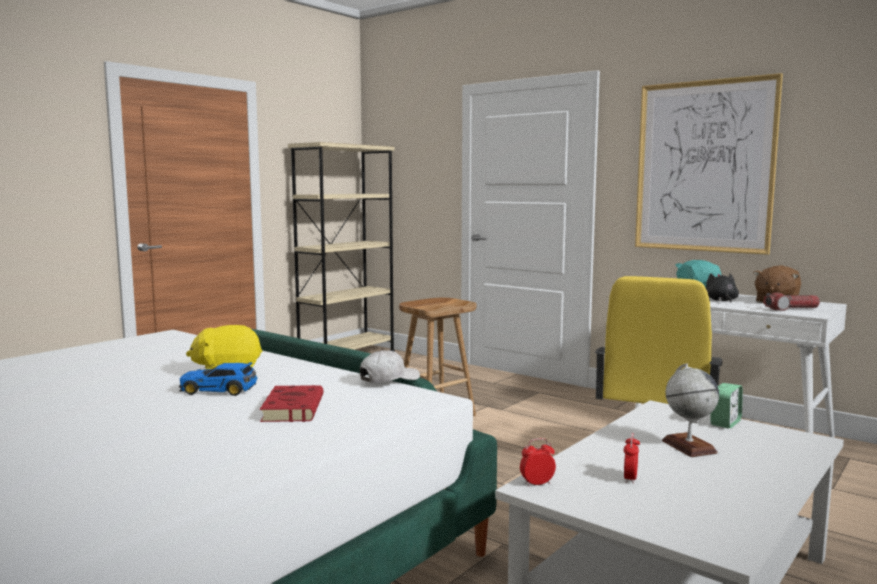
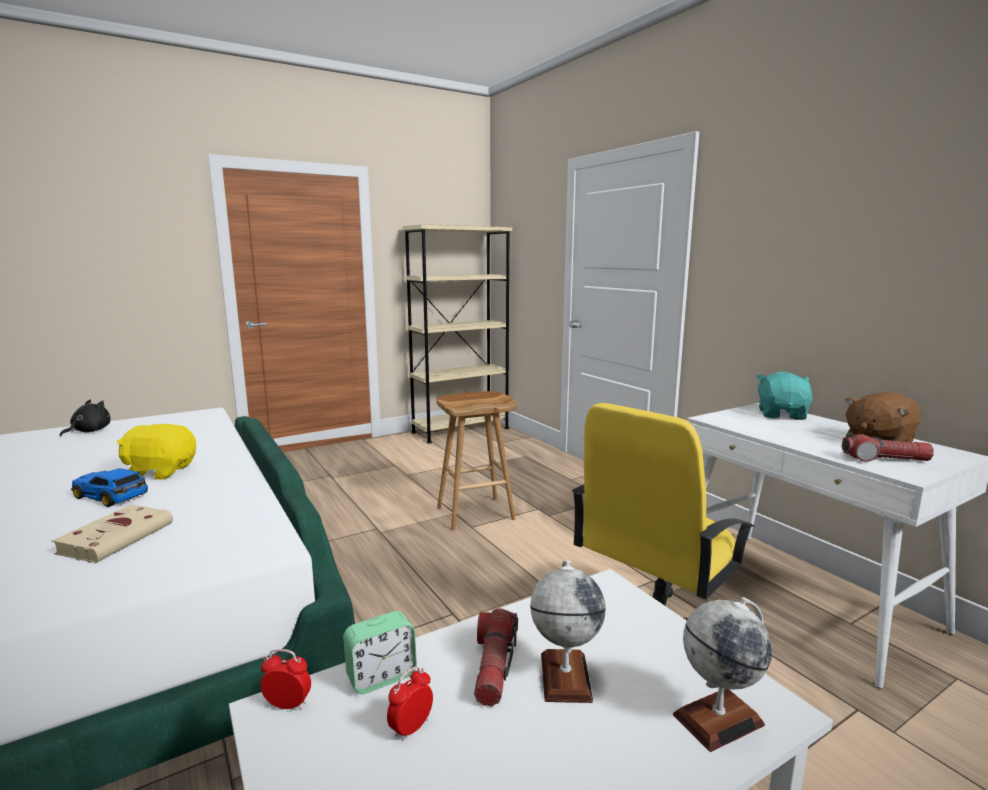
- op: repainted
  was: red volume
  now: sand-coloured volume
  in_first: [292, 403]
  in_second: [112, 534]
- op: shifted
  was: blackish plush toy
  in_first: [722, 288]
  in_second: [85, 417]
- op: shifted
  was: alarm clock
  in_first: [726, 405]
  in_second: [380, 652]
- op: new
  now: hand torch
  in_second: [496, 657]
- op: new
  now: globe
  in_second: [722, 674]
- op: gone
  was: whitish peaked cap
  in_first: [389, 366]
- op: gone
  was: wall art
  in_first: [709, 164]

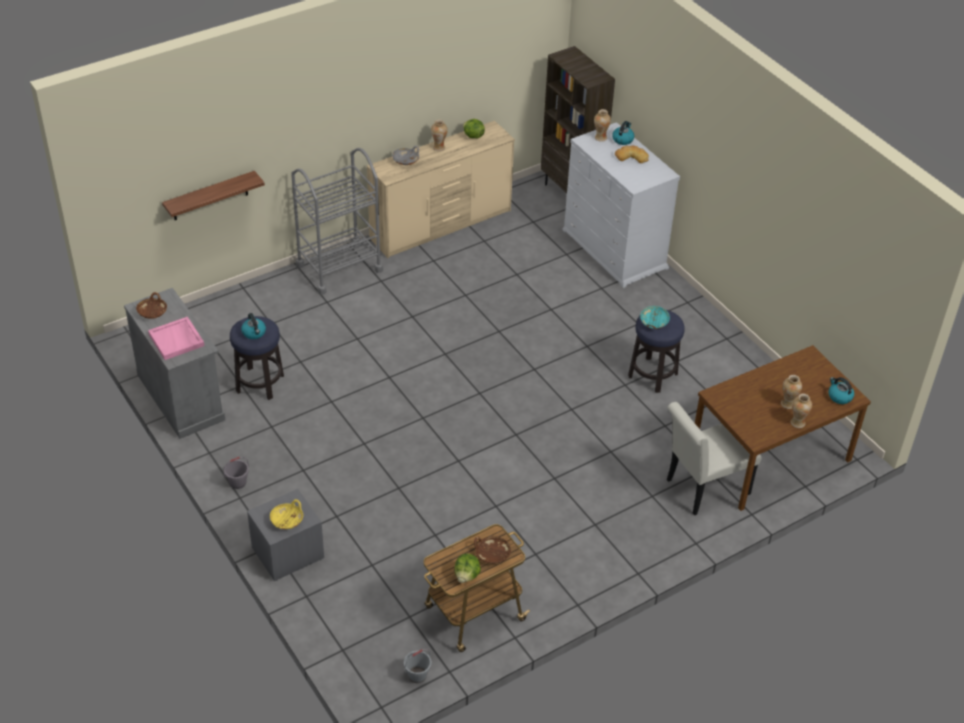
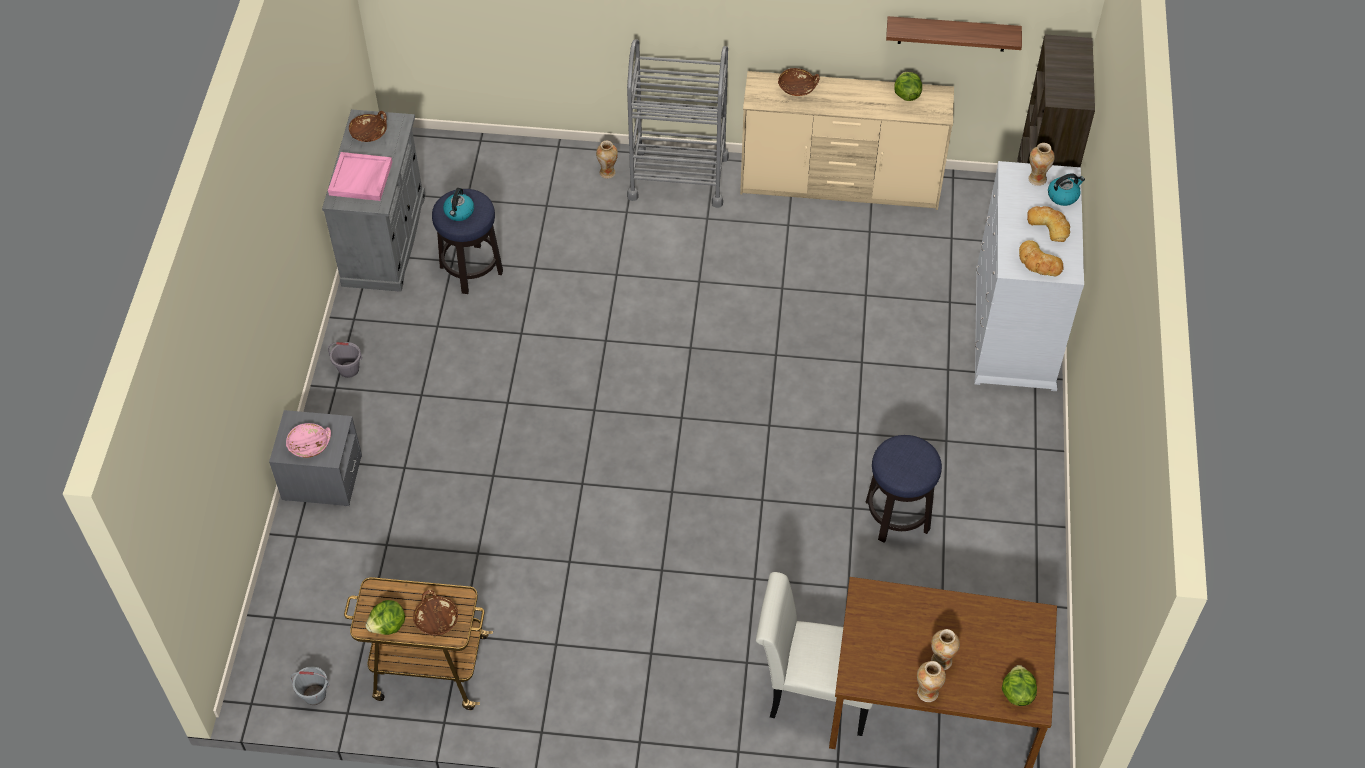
- op: repainted
  was: yellow-coloured bowl
  now: pink bowl
  in_first: [286, 514]
  in_second: [308, 440]
- op: shifted
  was: decorative vase
  in_first: [439, 135]
  in_second: [607, 160]
- op: repainted
  was: grey bowl
  now: brown-coloured bowl
  in_first: [405, 155]
  in_second: [799, 82]
- op: shifted
  was: bracket shelf
  in_first: [213, 195]
  in_second: [954, 34]
- op: swapped
  was: water kettle
  now: head of lettuce
  in_first: [841, 390]
  in_second: [1019, 685]
- op: new
  now: bakery bread
  in_second: [1041, 258]
- op: gone
  was: turquoise bowl
  in_first: [655, 317]

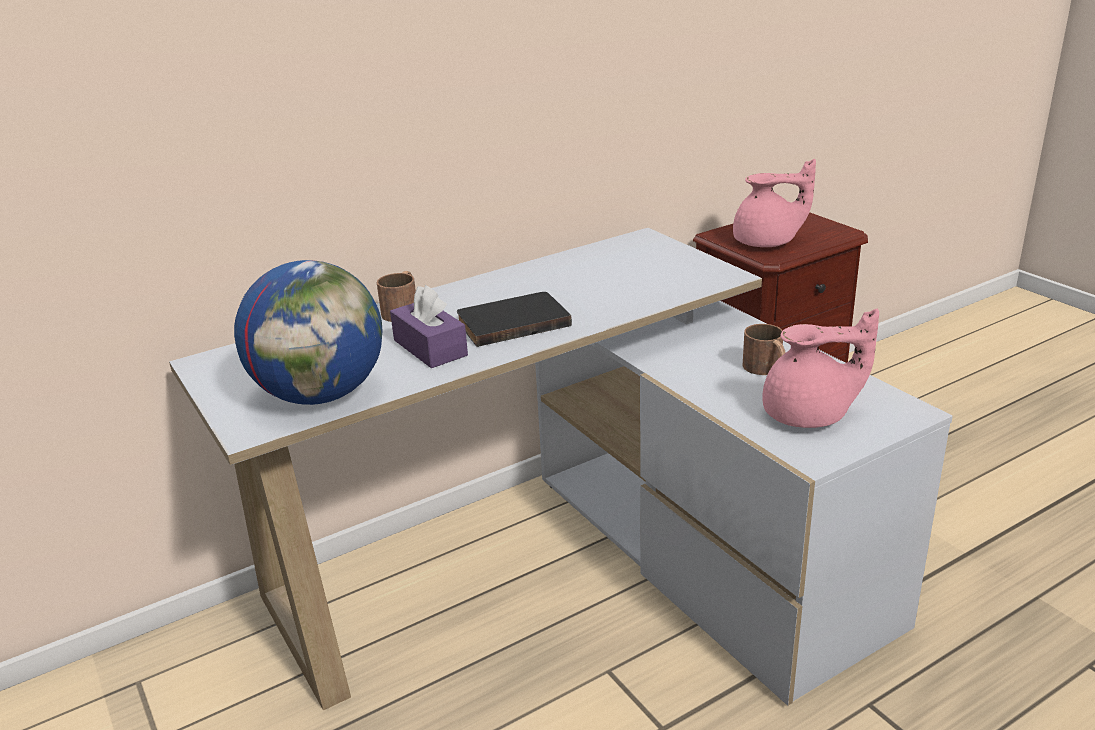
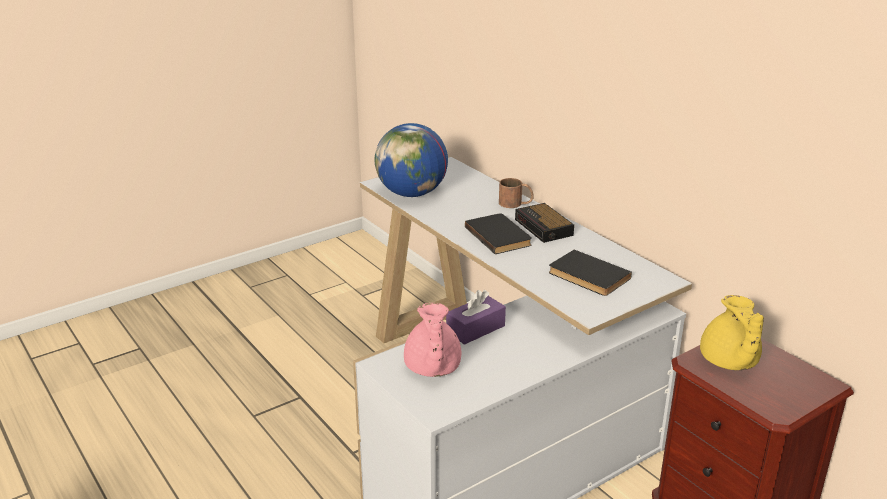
- op: shifted
  was: purple-coloured box of tissues
  in_first: [429, 326]
  in_second: [476, 317]
- op: new
  now: alarm clock
  in_second: [544, 223]
- op: new
  now: blackish volume
  in_second: [590, 273]
- op: repainted
  was: pink pot for tea
  now: yellow-coloured pot for tea
  in_first: [774, 203]
  in_second: [732, 332]
- op: gone
  was: brown-coloured coffee mug
  in_first: [764, 349]

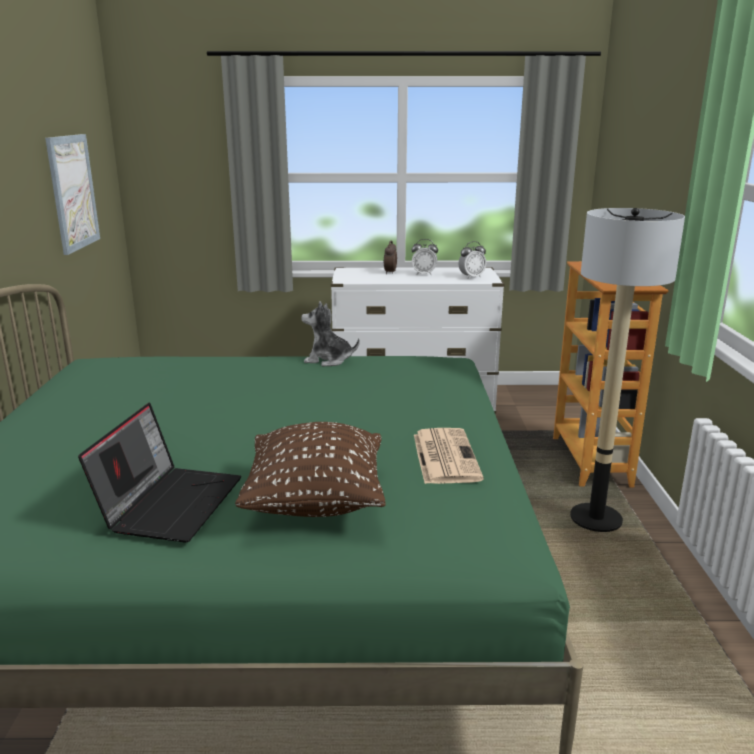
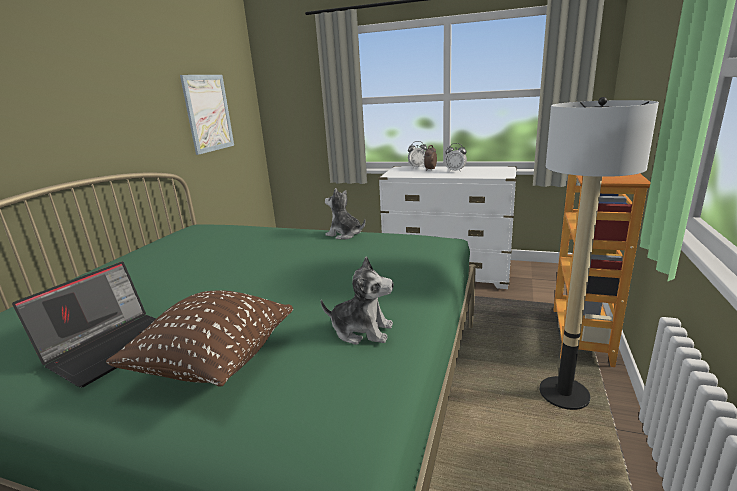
- op: swapped
  was: newspaper
  now: plush toy
  in_first: [449, 456]
  in_second: [357, 300]
- op: shifted
  was: alarm clock
  in_first: [472, 260]
  in_second: [417, 154]

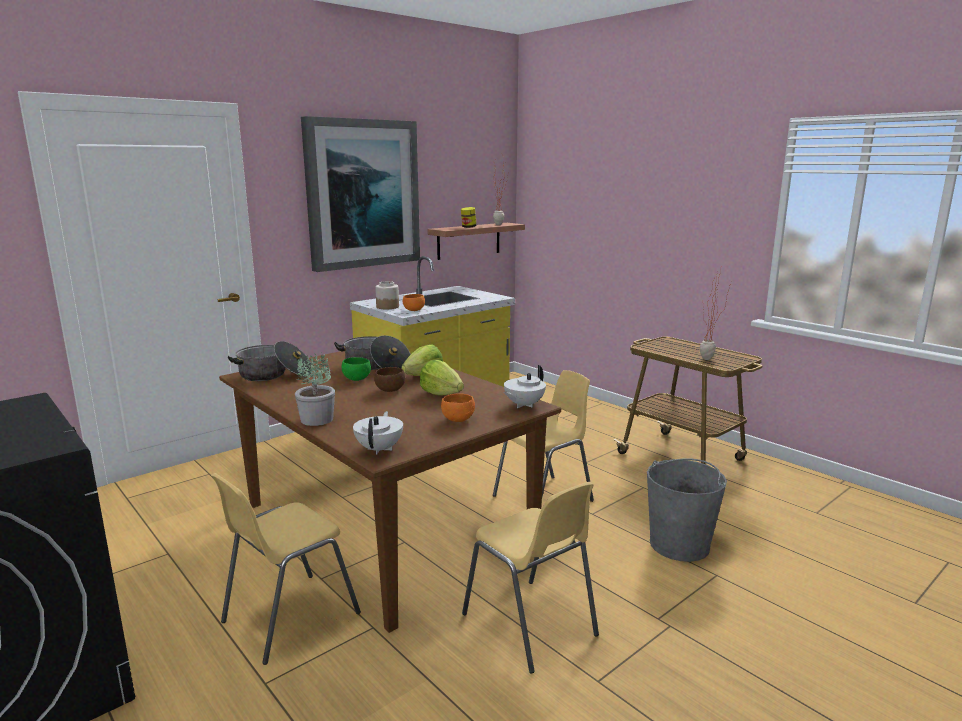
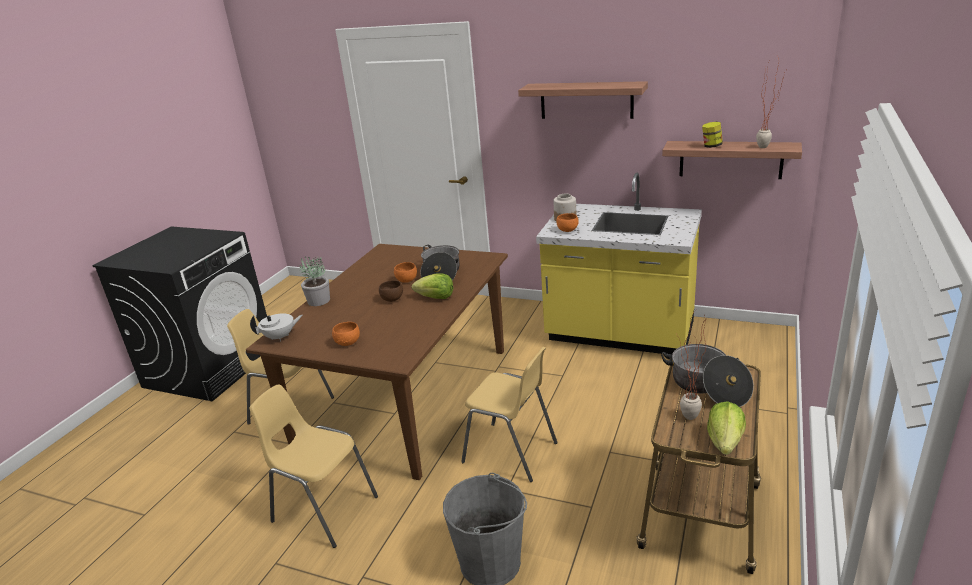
- op: rotated
  was: yellow-coloured upright chair
  in_first: [530, 578]
  in_second: [314, 466]
  clockwise: 90
- op: repainted
  was: greenish bowl
  now: orange-coloured bowl
  in_first: [356, 369]
  in_second: [405, 272]
- op: swapped
  was: wall art
  now: bracket shelf
  in_first: [360, 194]
  in_second: [583, 100]
- op: shifted
  was: cooking pot
  in_first: [270, 361]
  in_second: [707, 375]
- op: shifted
  was: head of lettuce
  in_first: [442, 378]
  in_second: [726, 428]
- op: gone
  was: whitish pot for tea
  in_first: [524, 386]

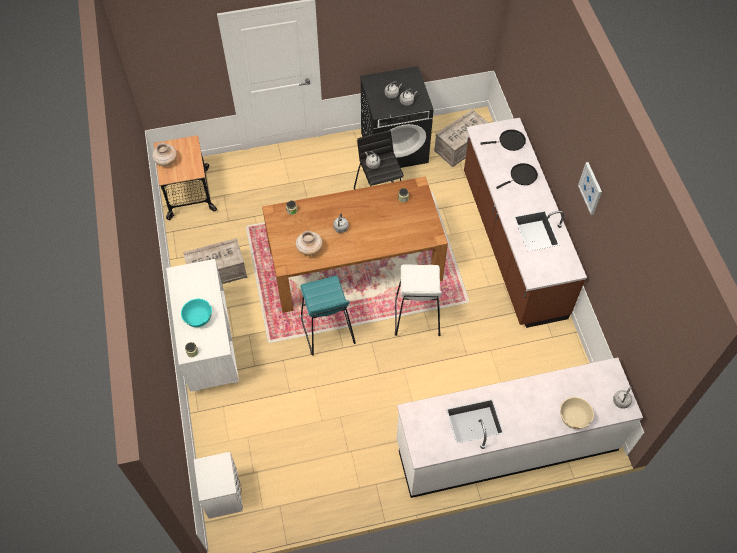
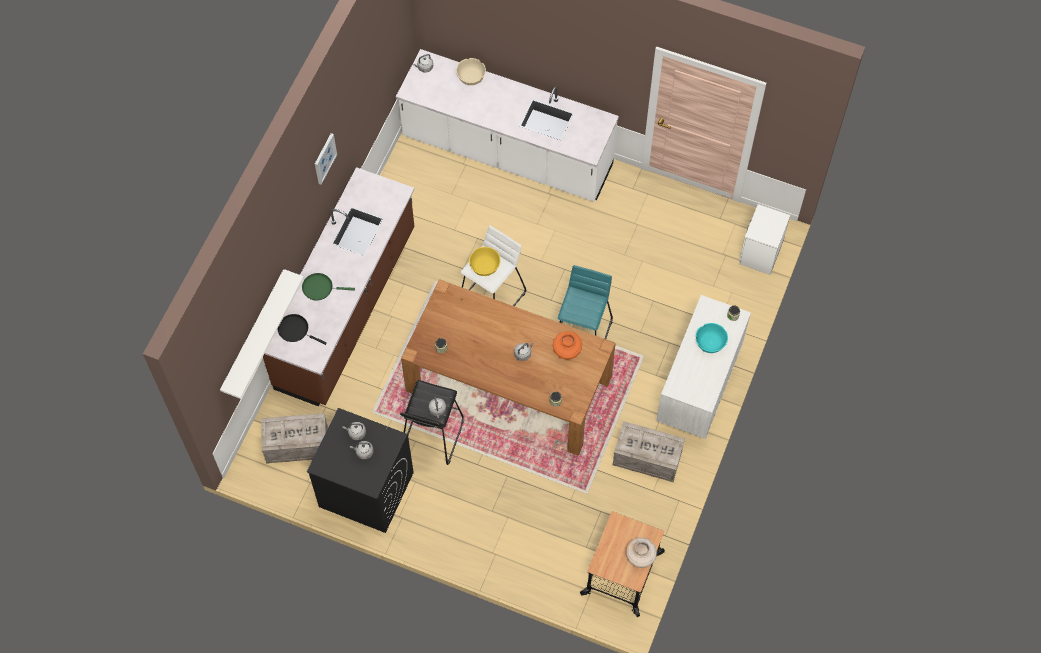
- op: new
  now: whitish bracket shelf
  in_second: [262, 334]
- op: repainted
  was: blackish pan
  now: greenish pan
  in_first: [517, 176]
  in_second: [328, 286]
- op: new
  now: yellow-coloured bowl
  in_second: [485, 261]
- op: repainted
  was: sand-coloured decorative vase
  now: orange-coloured decorative vase
  in_first: [309, 243]
  in_second: [567, 345]

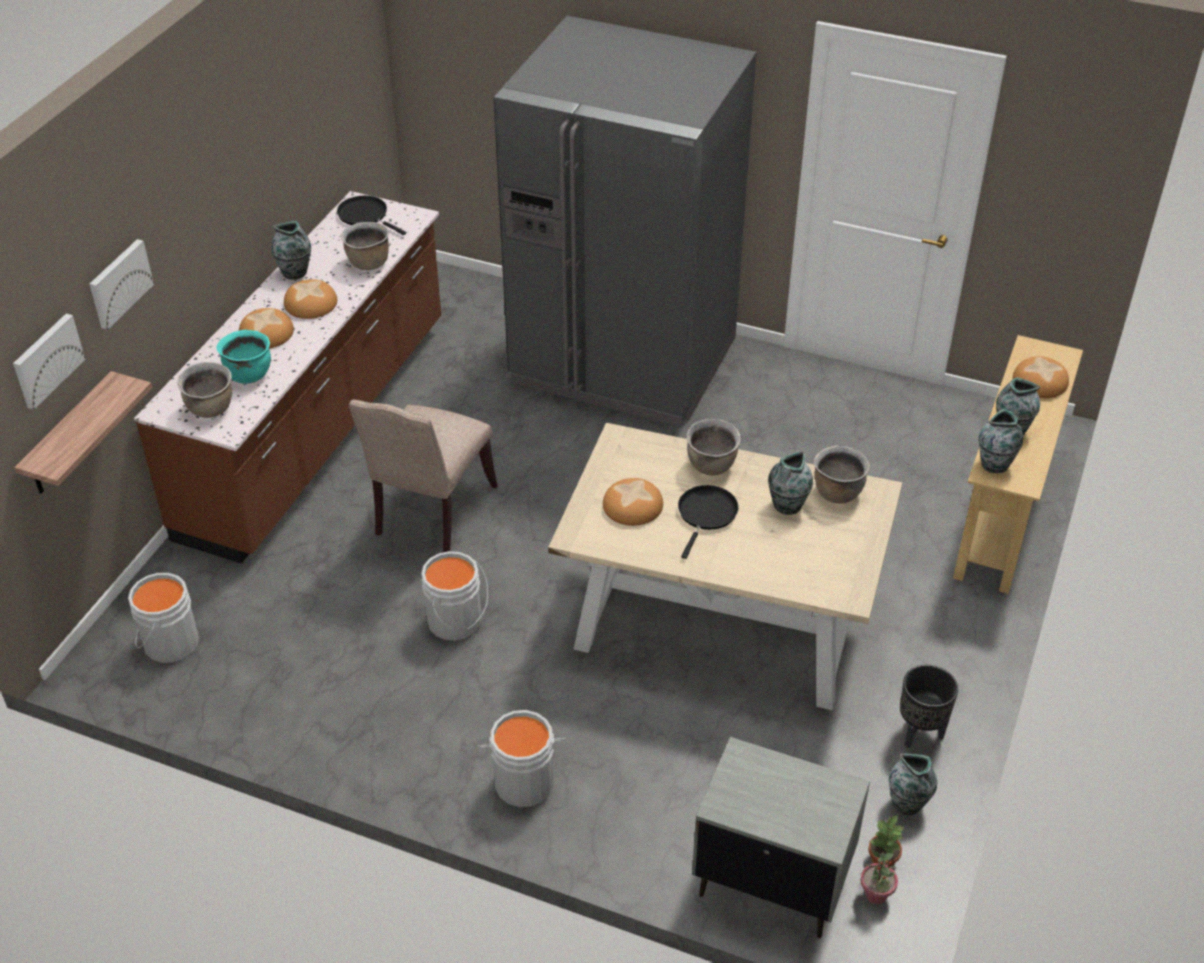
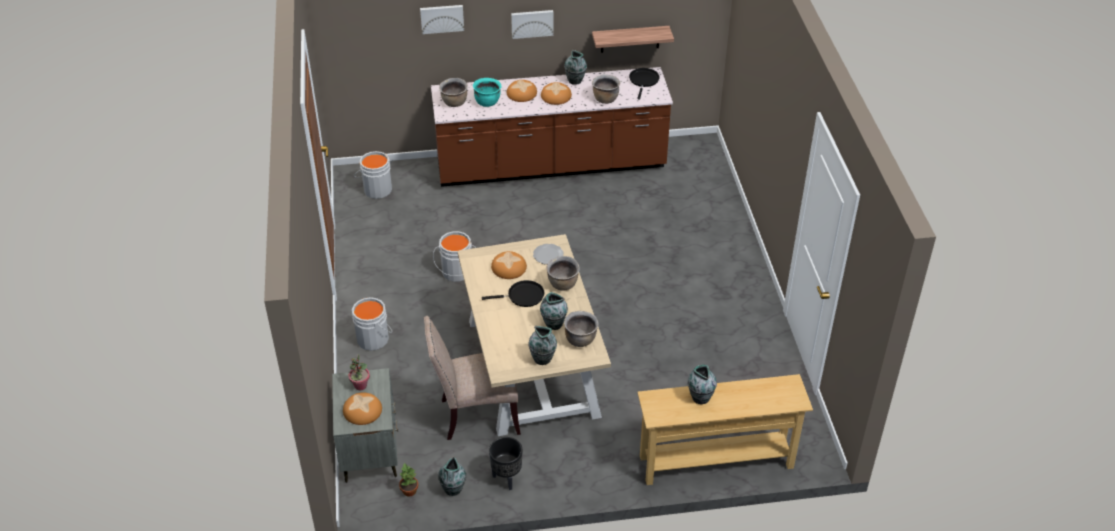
- op: shifted
  was: bakery bread
  in_first: [1041, 377]
  in_second: [362, 409]
- op: shifted
  was: plant in a pot
  in_first: [879, 877]
  in_second: [359, 372]
- op: shifted
  was: sand-coloured upright chair
  in_first: [423, 475]
  in_second: [472, 378]
- op: shifted
  was: wall art
  in_first: [49, 362]
  in_second: [532, 24]
- op: shifted
  was: decorative vase
  in_first: [1001, 441]
  in_second: [542, 345]
- op: new
  now: plate
  in_second: [548, 254]
- op: shifted
  was: bracket shelf
  in_first: [83, 432]
  in_second: [633, 39]
- op: gone
  was: grey refrigerator
  in_first: [625, 222]

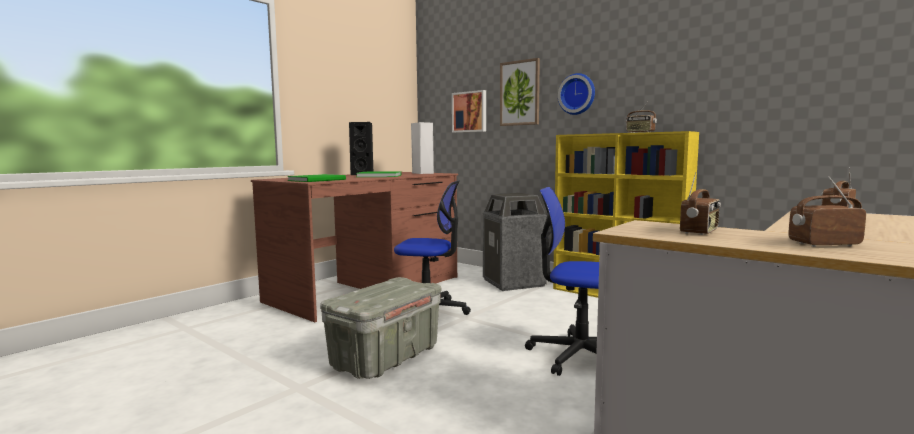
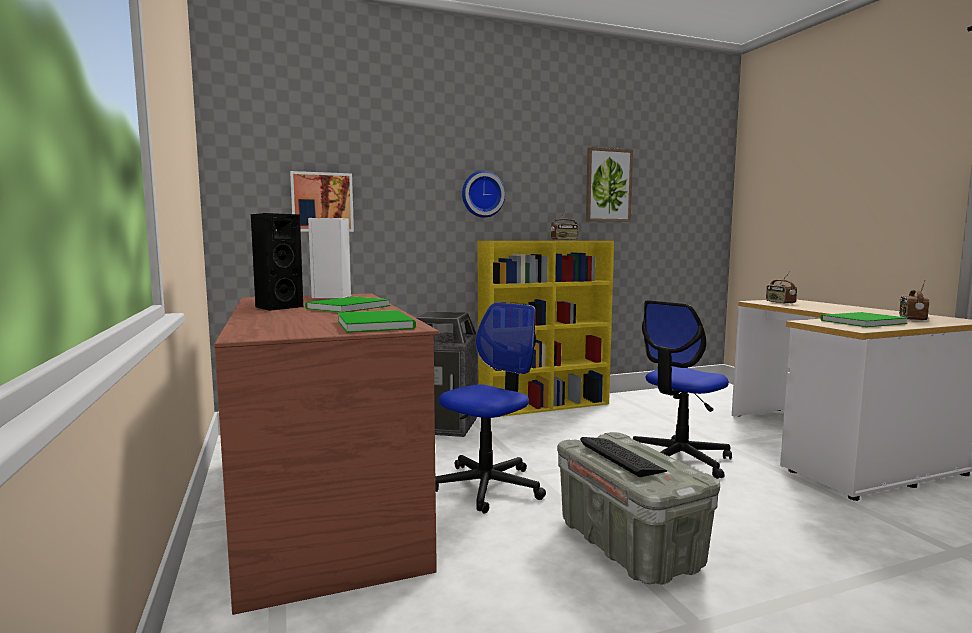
- op: new
  now: keyboard
  in_second: [623, 457]
- op: shifted
  was: wall art
  in_first: [520, 92]
  in_second: [609, 184]
- op: swapped
  was: radio receiver
  now: greenish volume
  in_first: [700, 203]
  in_second: [864, 319]

